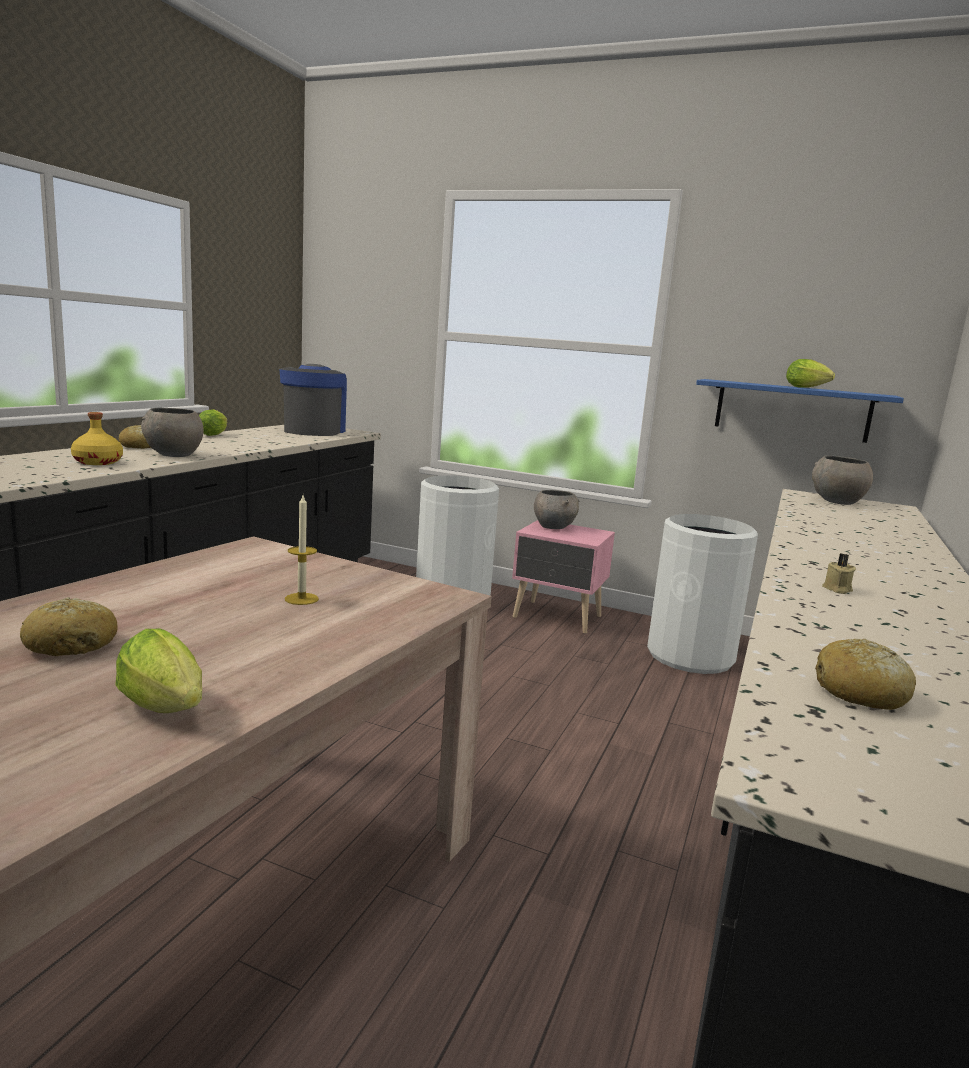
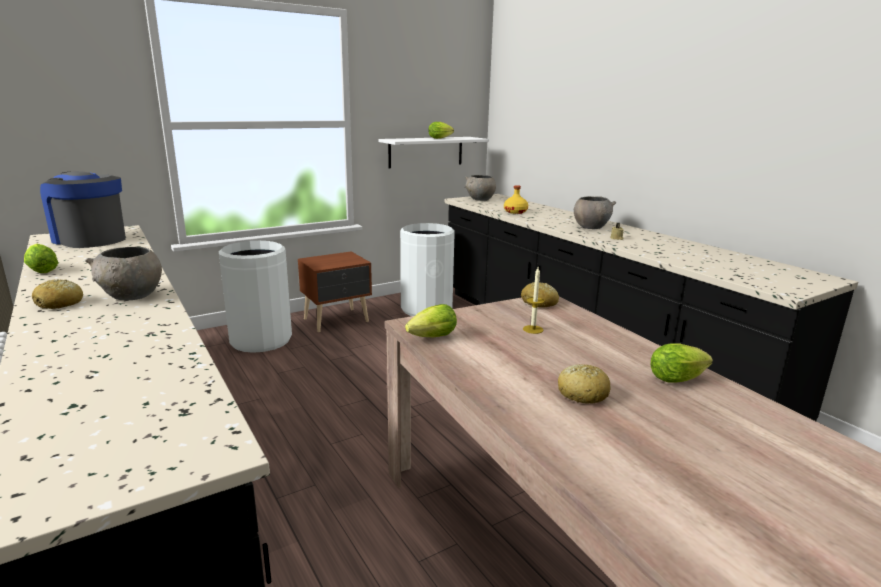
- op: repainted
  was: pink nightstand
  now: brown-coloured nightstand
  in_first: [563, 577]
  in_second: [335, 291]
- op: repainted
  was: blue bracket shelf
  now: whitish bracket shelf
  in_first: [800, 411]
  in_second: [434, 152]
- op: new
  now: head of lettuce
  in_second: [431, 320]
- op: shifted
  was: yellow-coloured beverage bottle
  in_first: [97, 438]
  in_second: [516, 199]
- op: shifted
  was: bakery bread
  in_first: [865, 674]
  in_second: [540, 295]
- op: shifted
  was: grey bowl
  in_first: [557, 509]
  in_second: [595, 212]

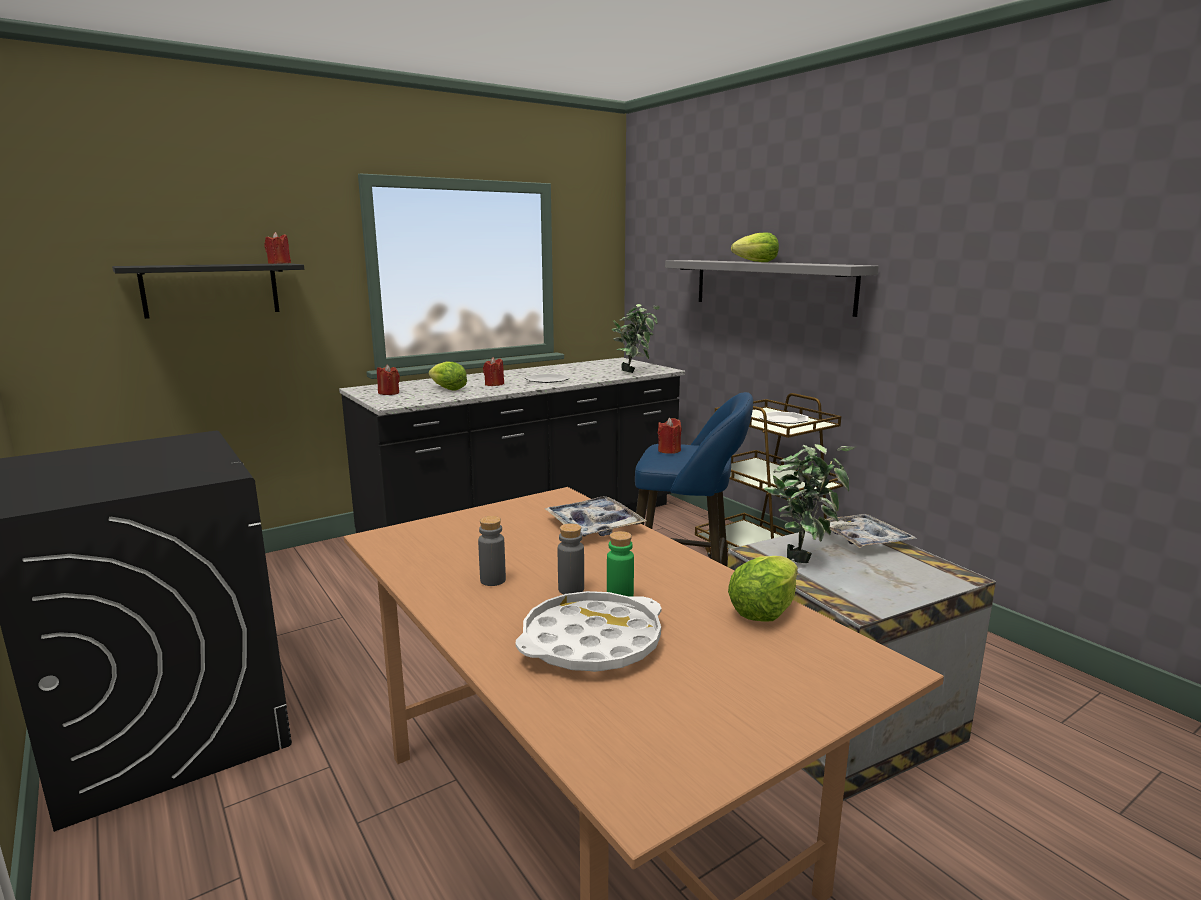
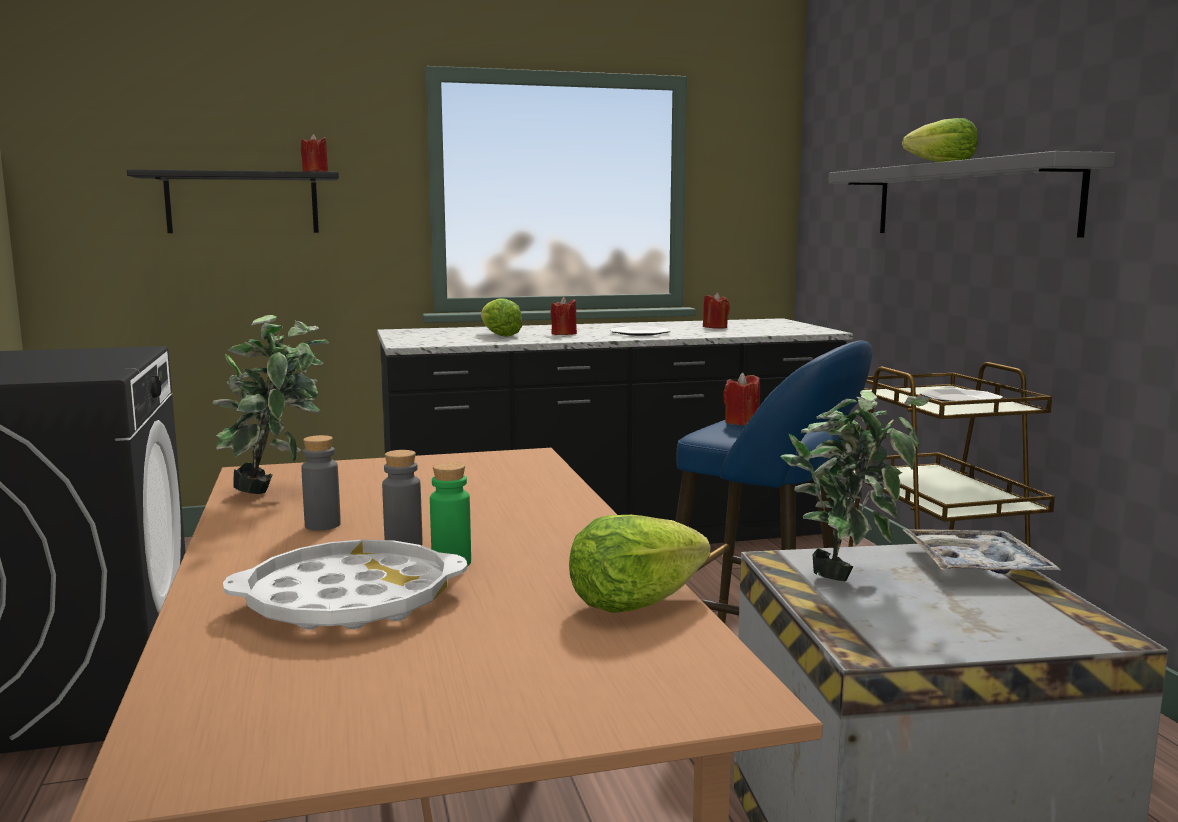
- op: shifted
  was: plant in a pot
  in_first: [636, 338]
  in_second: [271, 404]
- op: shifted
  was: red wax light
  in_first: [388, 380]
  in_second: [716, 310]
- op: gone
  was: tray
  in_first: [596, 516]

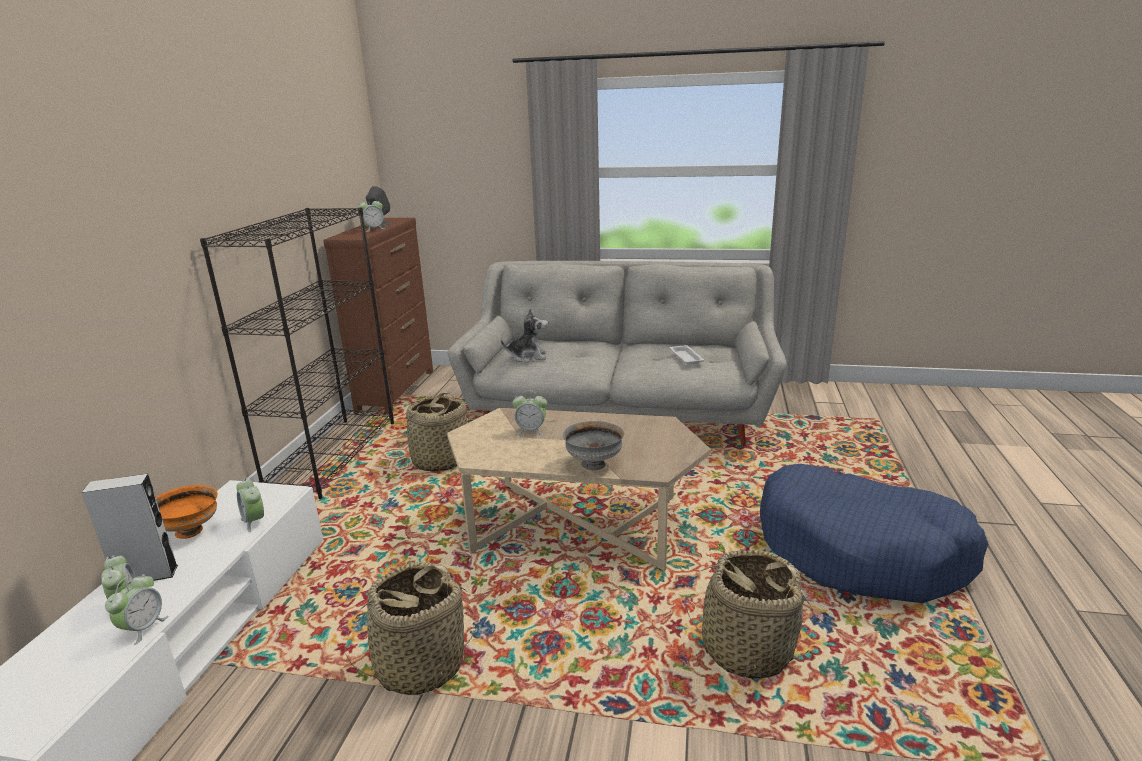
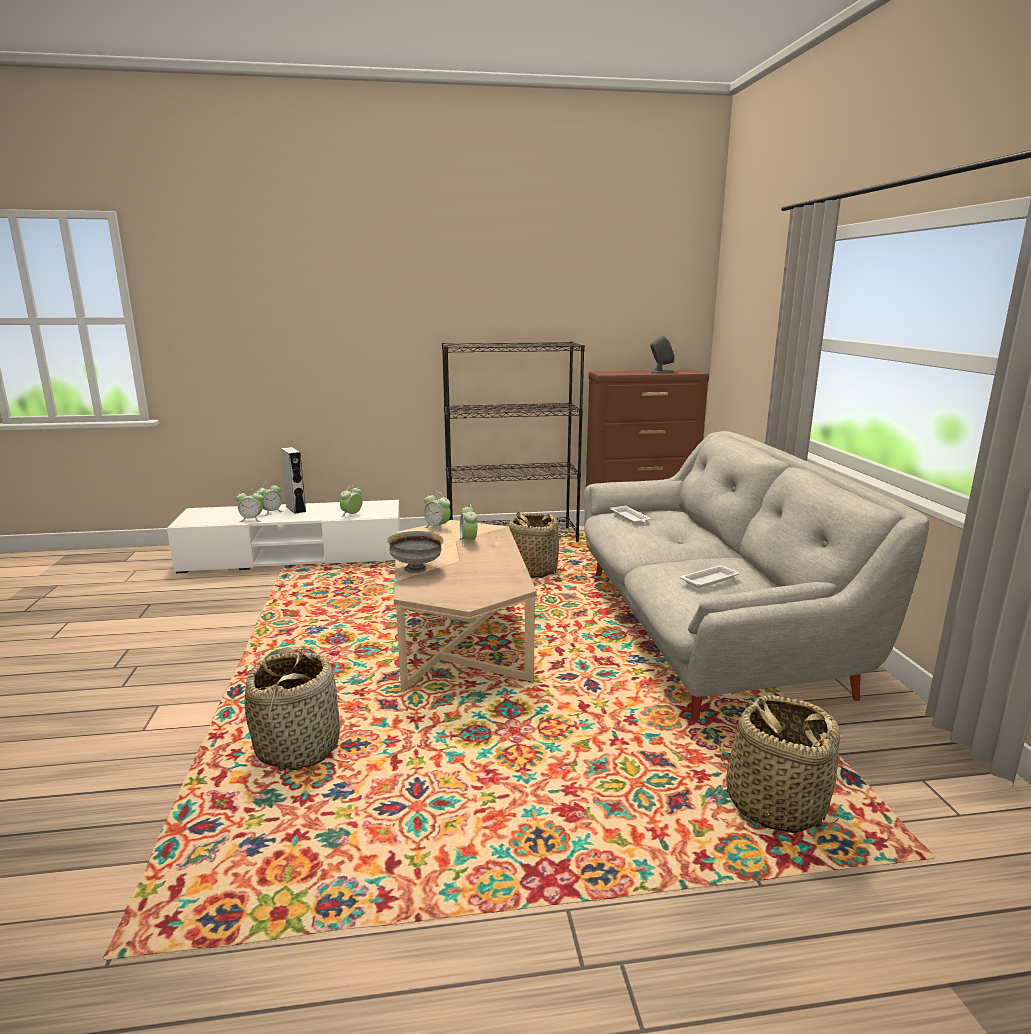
- op: shifted
  was: alarm clock
  in_first: [370, 214]
  in_second: [437, 512]
- op: swapped
  was: plush toy
  now: whitish tray
  in_first: [524, 335]
  in_second: [630, 515]
- op: shifted
  was: basket
  in_first: [410, 628]
  in_second: [781, 764]
- op: gone
  was: orange-coloured bowl
  in_first: [187, 512]
- op: gone
  was: blue dog bed
  in_first: [874, 533]

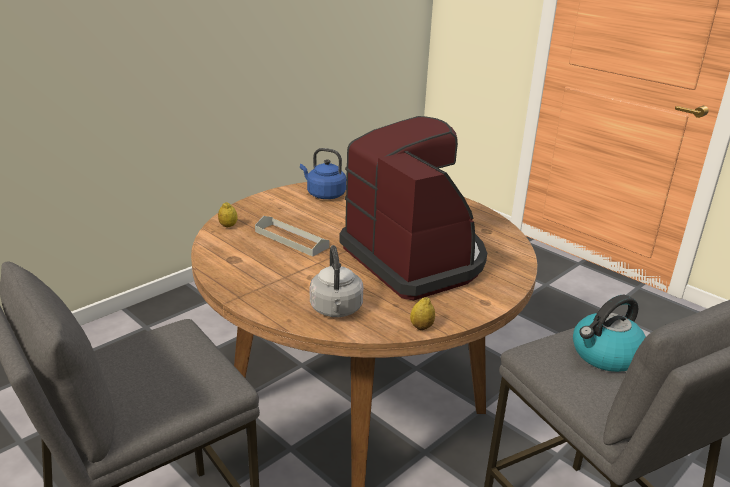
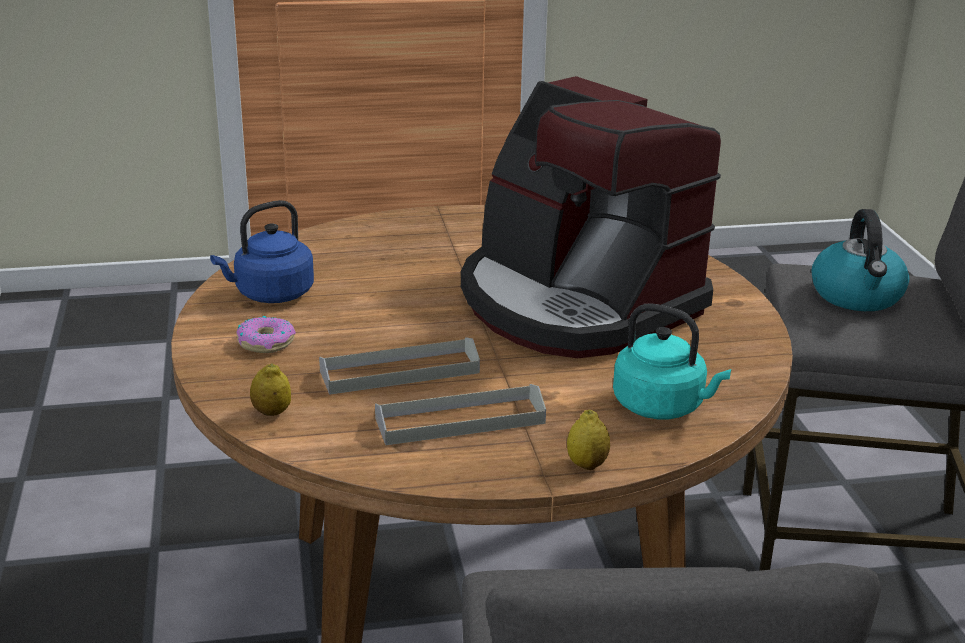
- op: new
  now: doughnut
  in_second: [266, 334]
- op: new
  now: grey tray
  in_second: [460, 414]
- op: rotated
  was: coffee machine
  in_first: [413, 208]
  in_second: [591, 217]
  clockwise: -135
- op: shifted
  was: lemon
  in_first: [422, 313]
  in_second: [588, 440]
- op: repainted
  was: grey water kettle
  now: turquoise water kettle
  in_first: [336, 281]
  in_second: [672, 361]

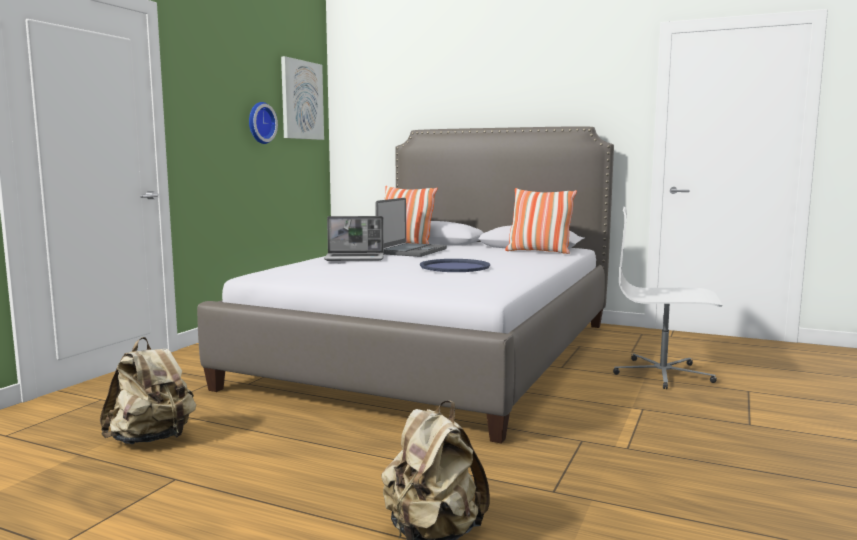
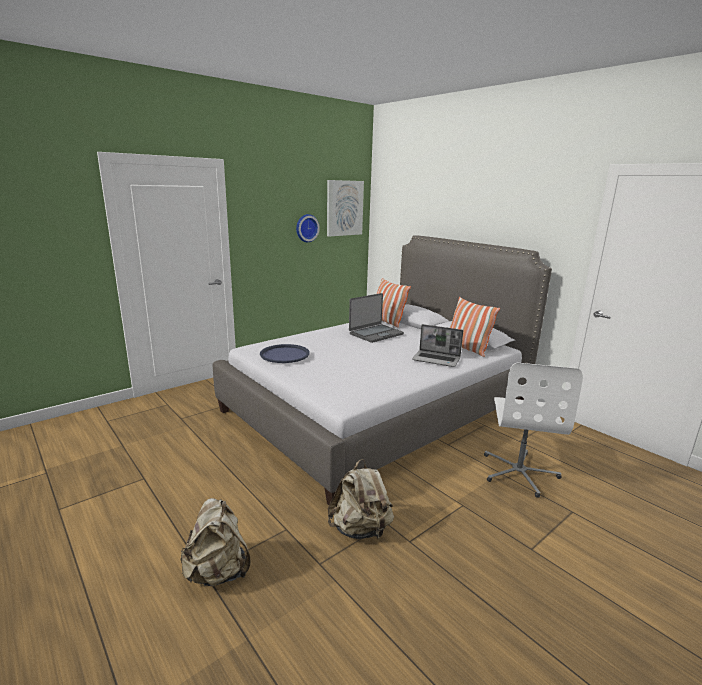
- op: shifted
  was: blue tray
  in_first: [455, 265]
  in_second: [285, 353]
- op: shifted
  was: sand-coloured knapsack
  in_first: [148, 390]
  in_second: [361, 499]
- op: shifted
  was: portable computer
  in_first: [354, 238]
  in_second: [437, 345]
- op: rotated
  was: whitish office chair
  in_first: [668, 298]
  in_second: [533, 430]
  clockwise: -120

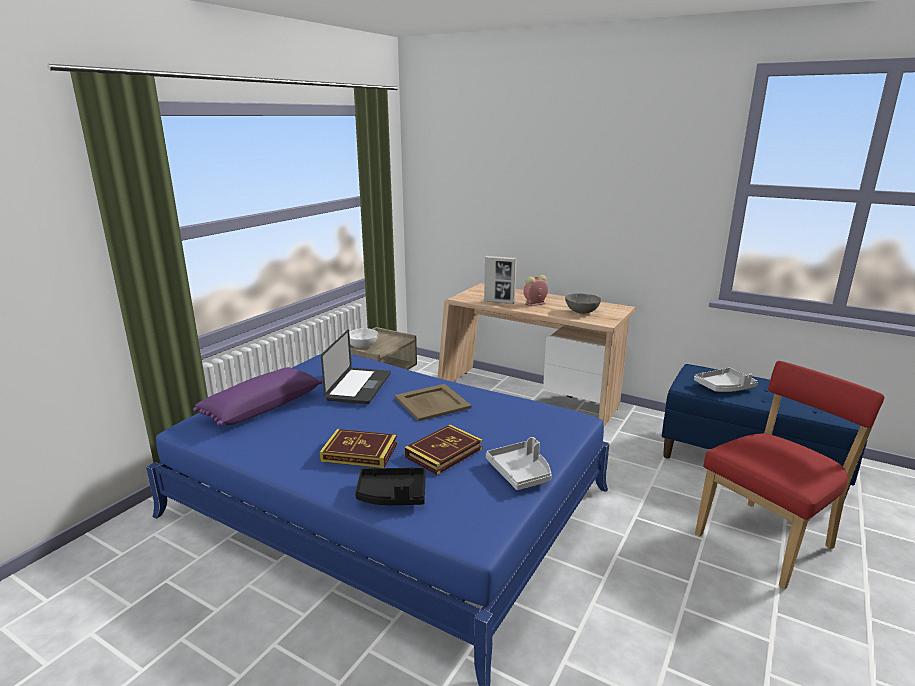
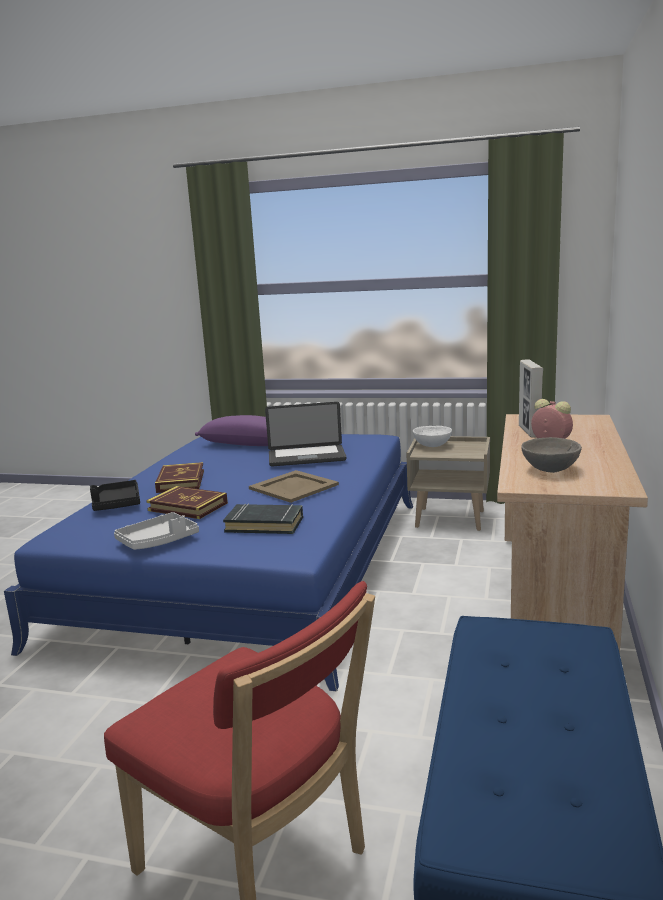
- op: new
  now: blackish volume
  in_second: [263, 518]
- op: gone
  was: grey tray
  in_first: [726, 380]

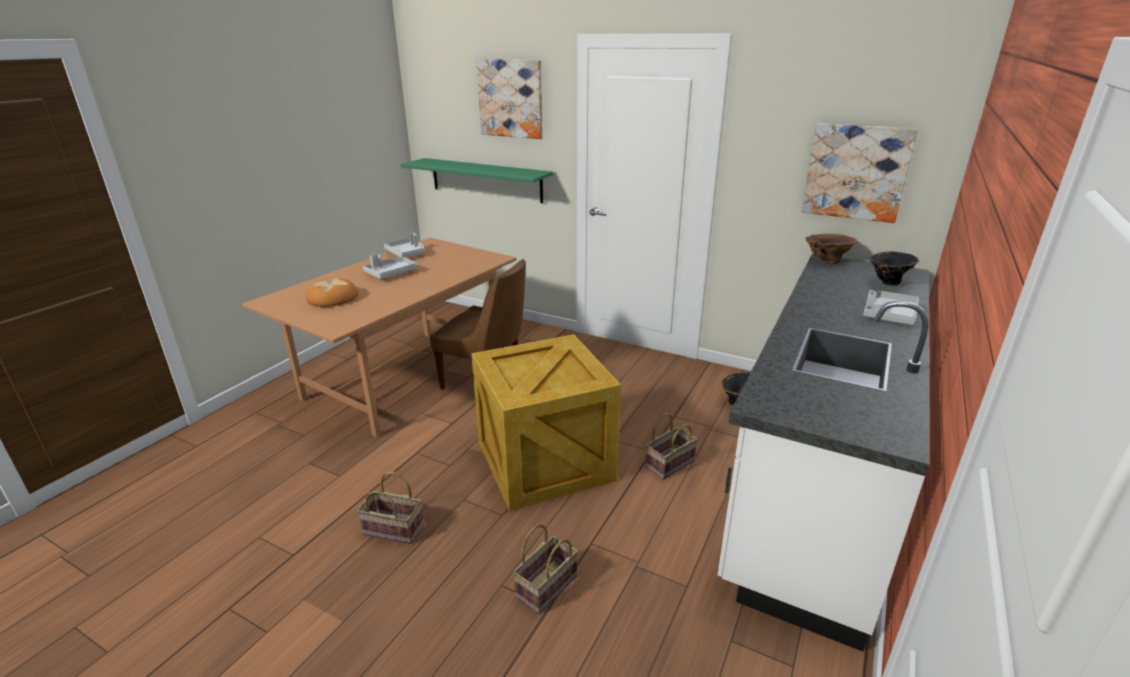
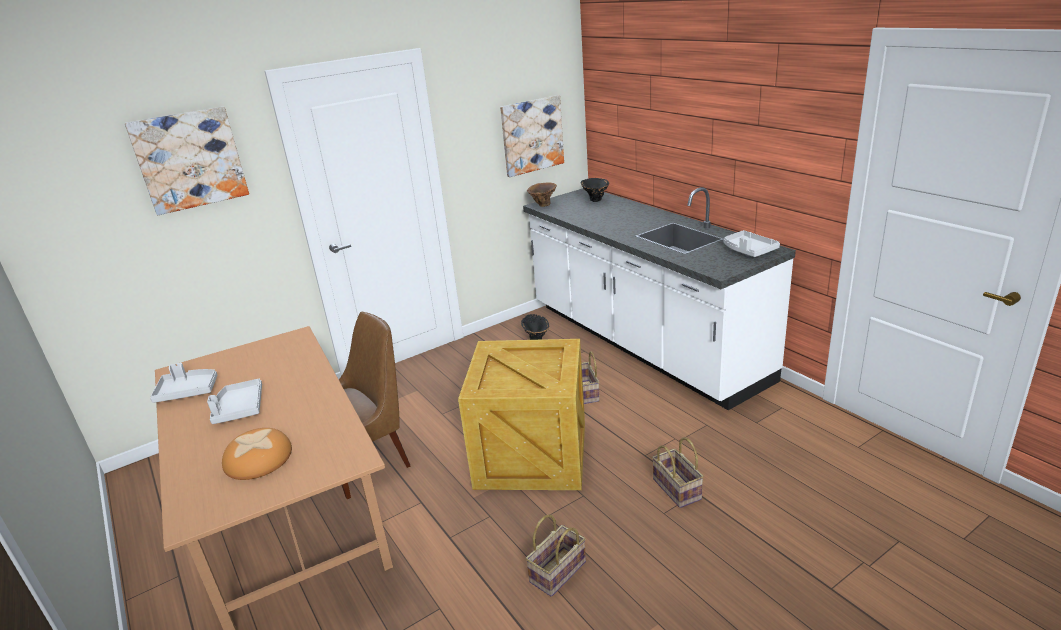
- op: shifted
  was: grey tray
  in_first: [891, 307]
  in_second: [752, 243]
- op: gone
  was: greenish bracket shelf
  in_first: [476, 180]

